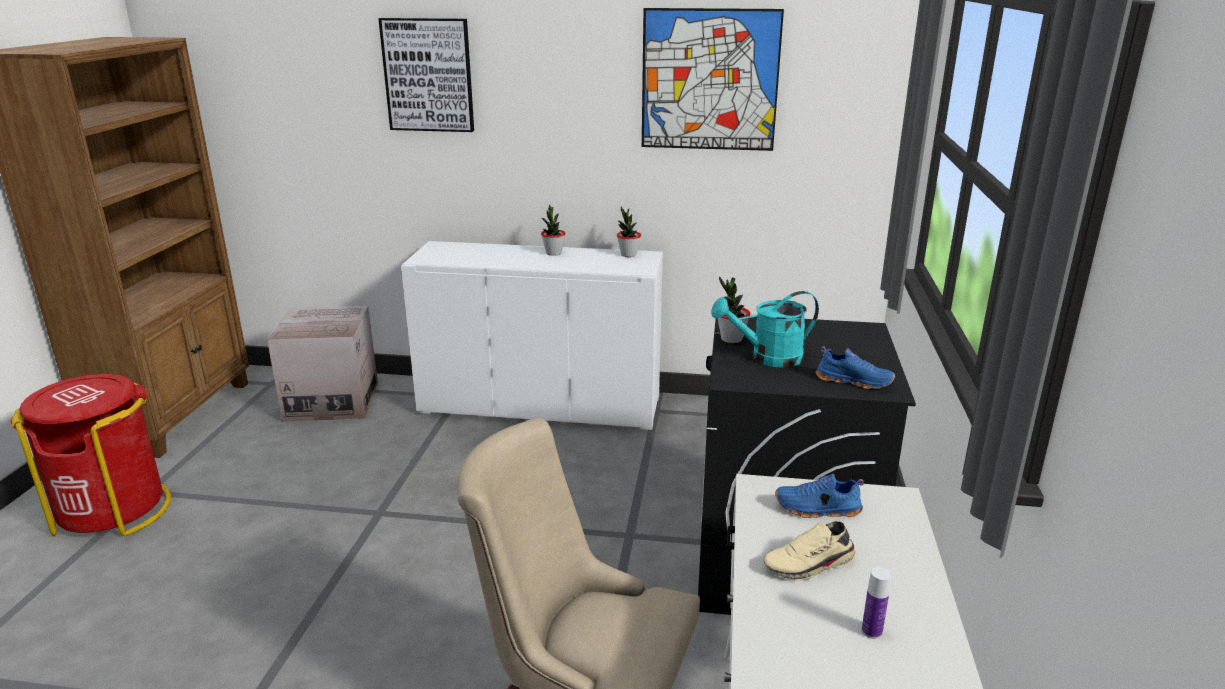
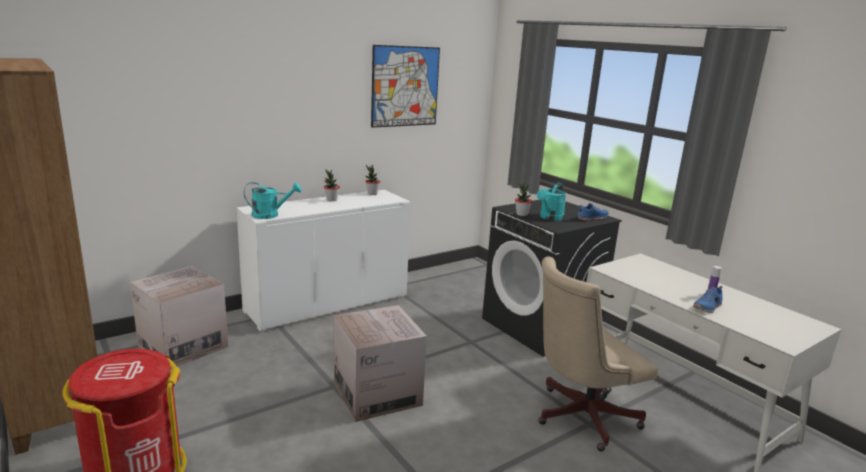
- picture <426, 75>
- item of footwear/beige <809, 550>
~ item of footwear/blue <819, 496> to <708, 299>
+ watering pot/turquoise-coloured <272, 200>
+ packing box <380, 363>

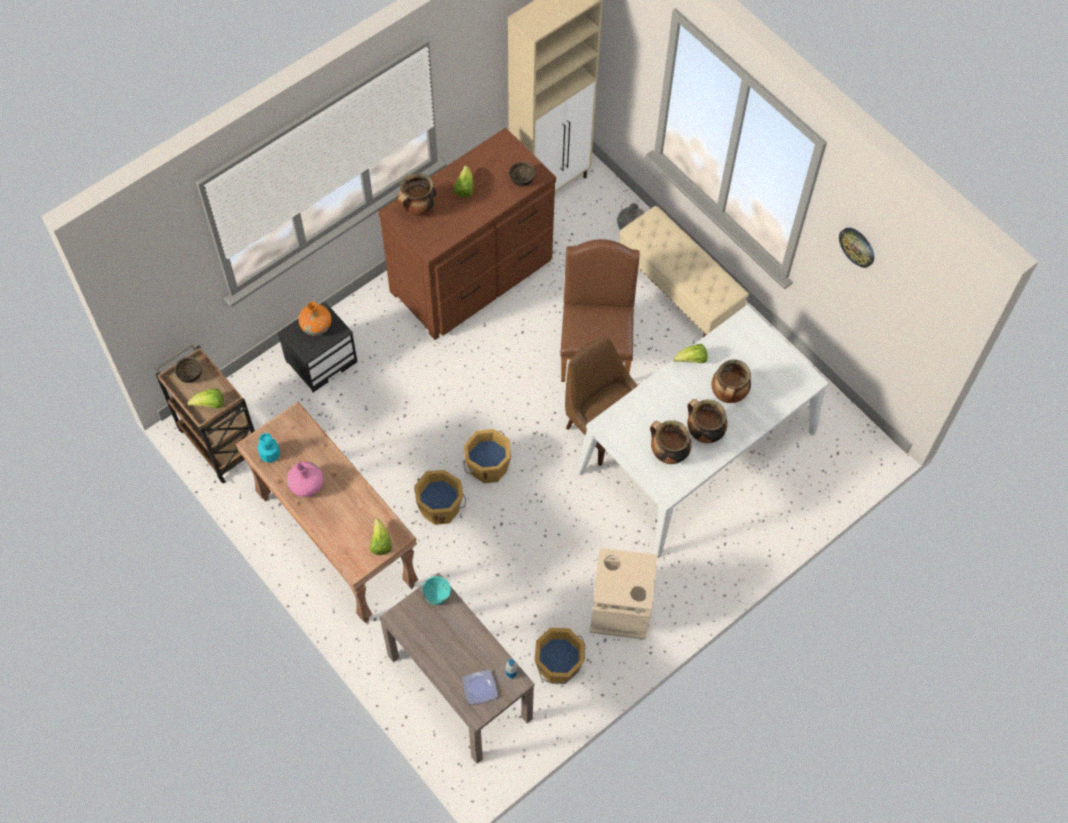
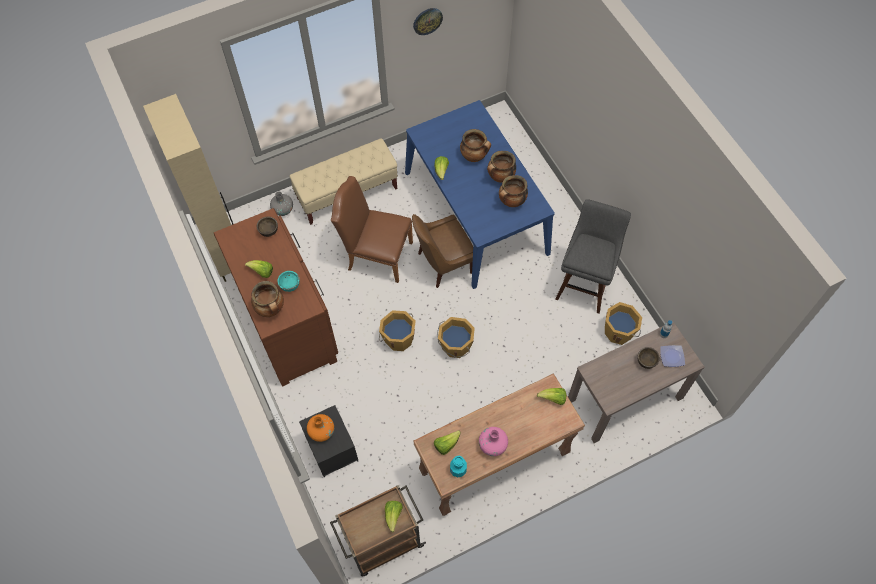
~ bowl/brown-coloured <188, 370> to <649, 358>
~ water bucket/orangey <440, 497> to <397, 330>
~ bowl/turquoise-coloured <436, 590> to <289, 281>
~ dinner table/white <702, 432> to dinner table/blue <480, 194>
~ trash can/beige <623, 594> to stool seat/grey <593, 256>
+ lettuce <447, 442>

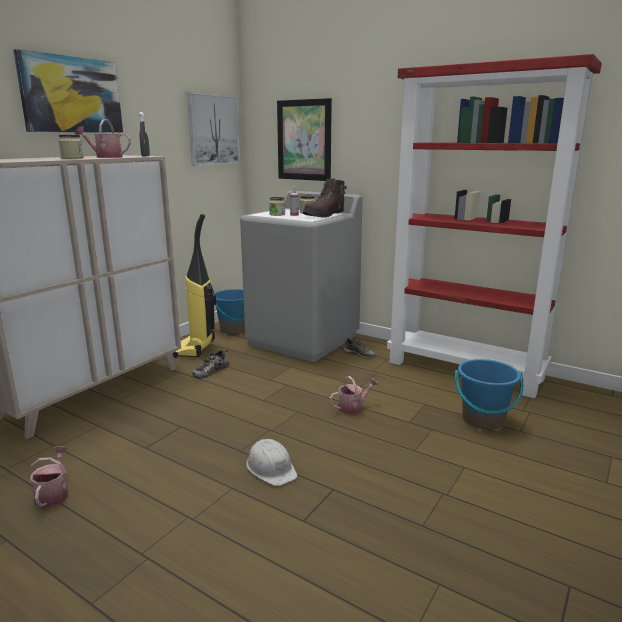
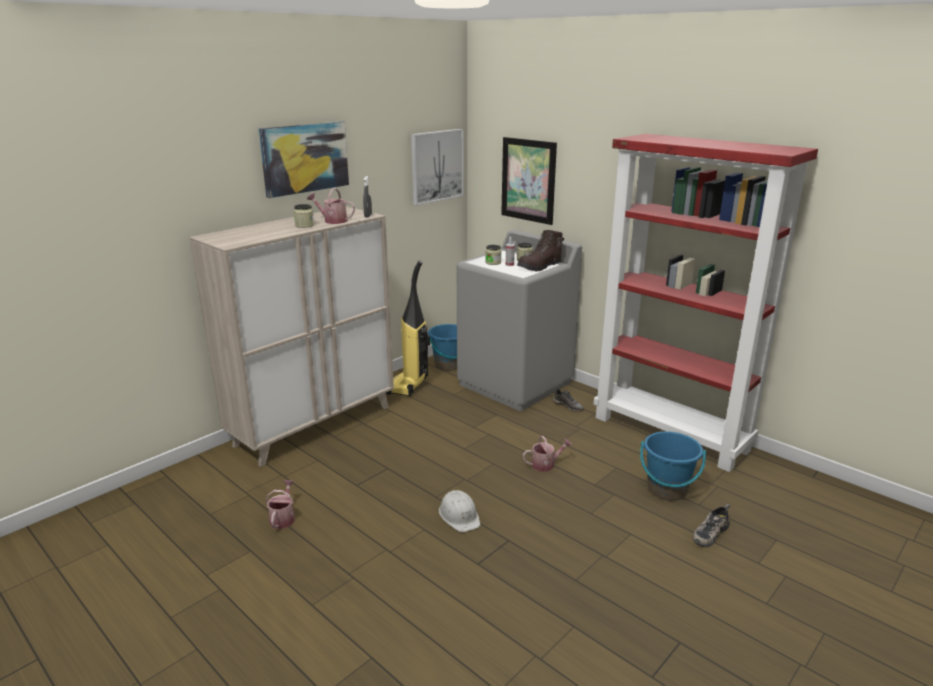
~ item of footwear <210, 363> to <711, 525>

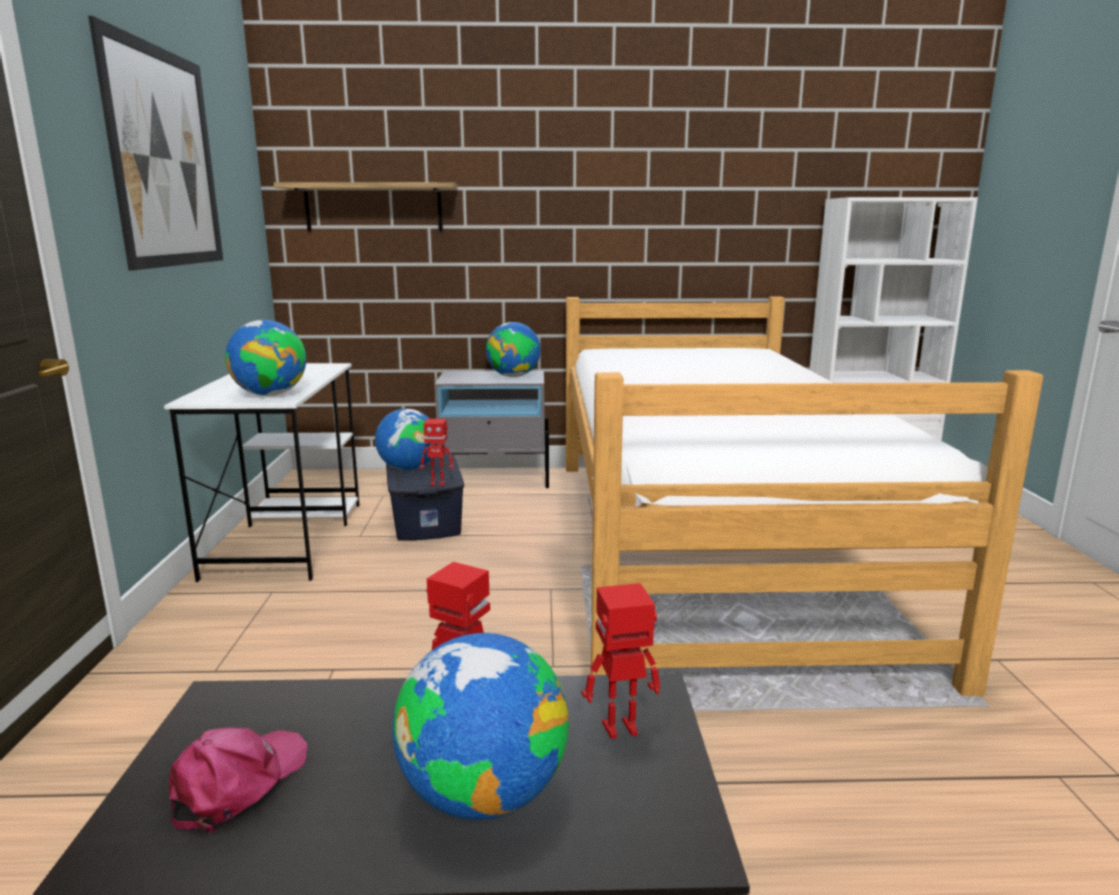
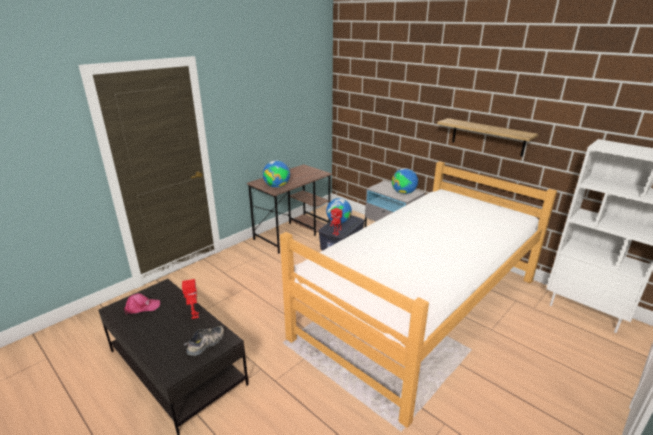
- picture <155, 143>
~ desk/white <262, 472> to desk/brown-coloured <289, 209>
~ shelf <366, 206> to <487, 137>
- world globe <480, 726>
~ robot figure <621, 661> to item of footwear <204, 341>

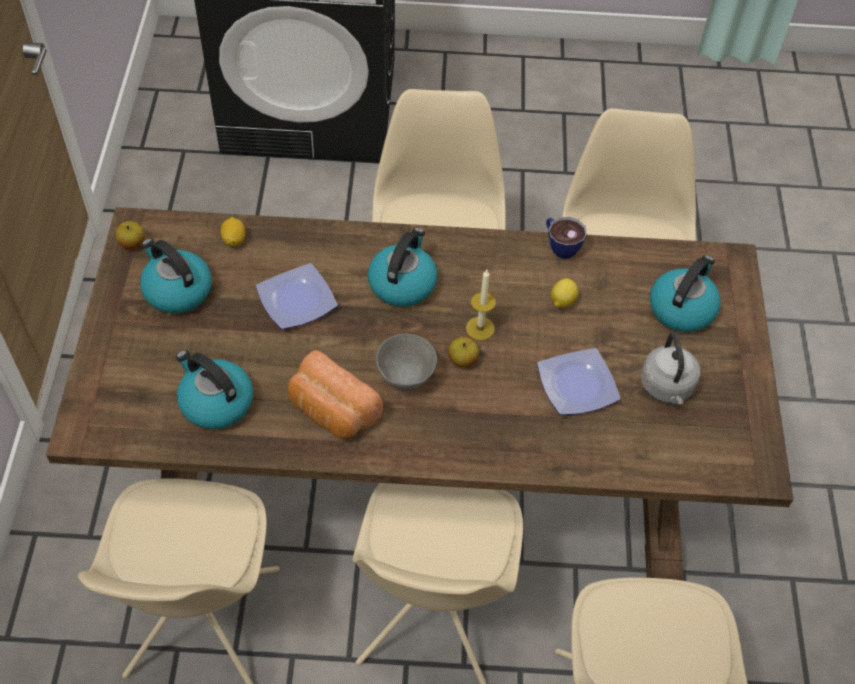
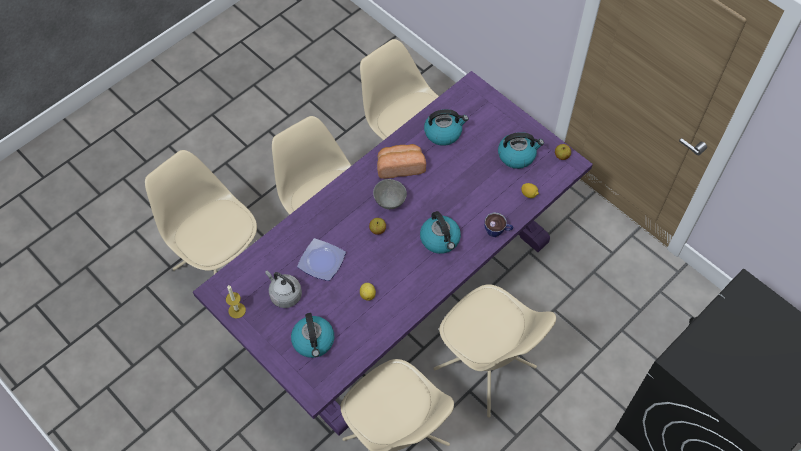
~ dinner table/brown-coloured <419, 393> to dinner table/purple-coloured <393, 253>
- flat dish <297, 296>
~ wax candle <481, 305> to <236, 302>
~ cup <566, 238> to <498, 224>

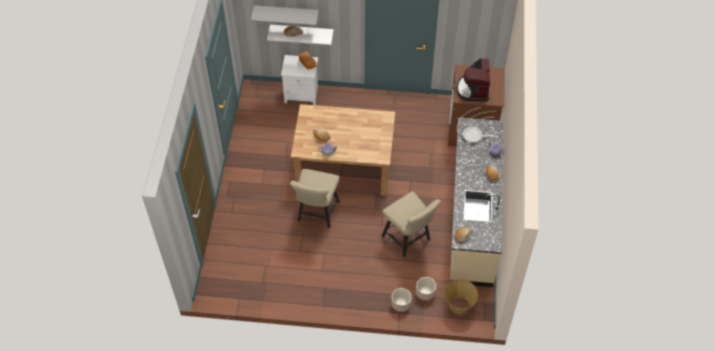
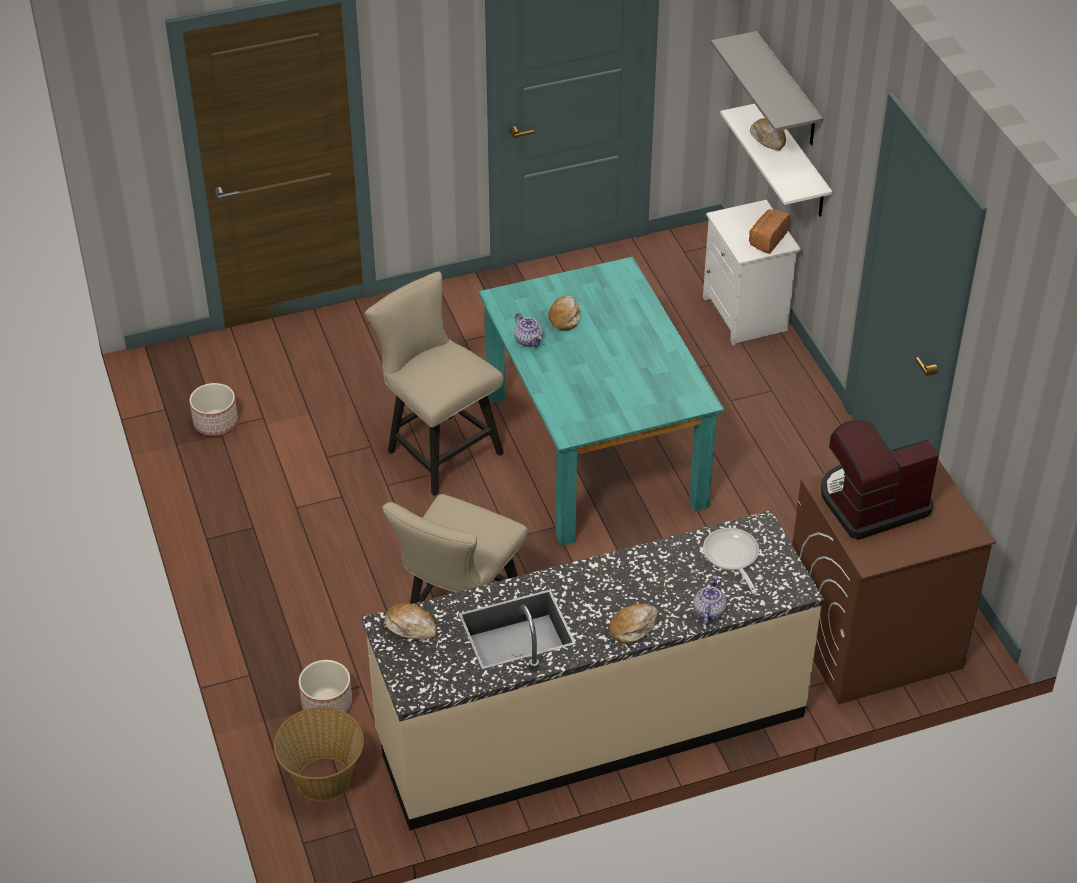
~ plain chair/beige <315, 198> = <434, 383> 60 degrees clockwise
~ dinner table/brown-coloured <343, 150> to dinner table/turquoise-coloured <601, 401>
~ plant pot <401, 300> to <213, 409>

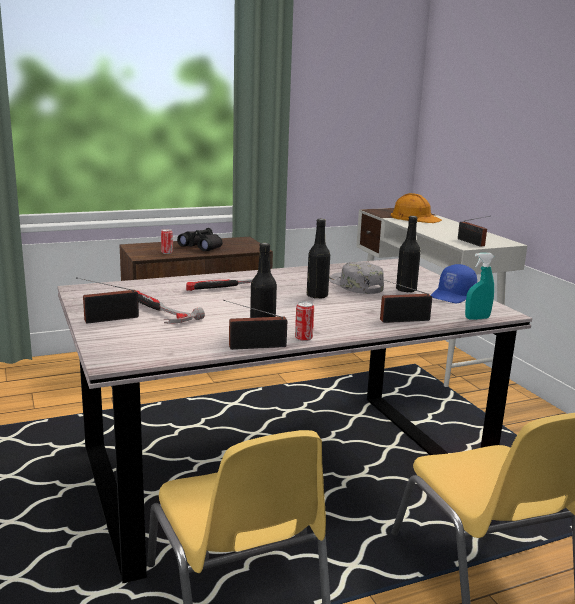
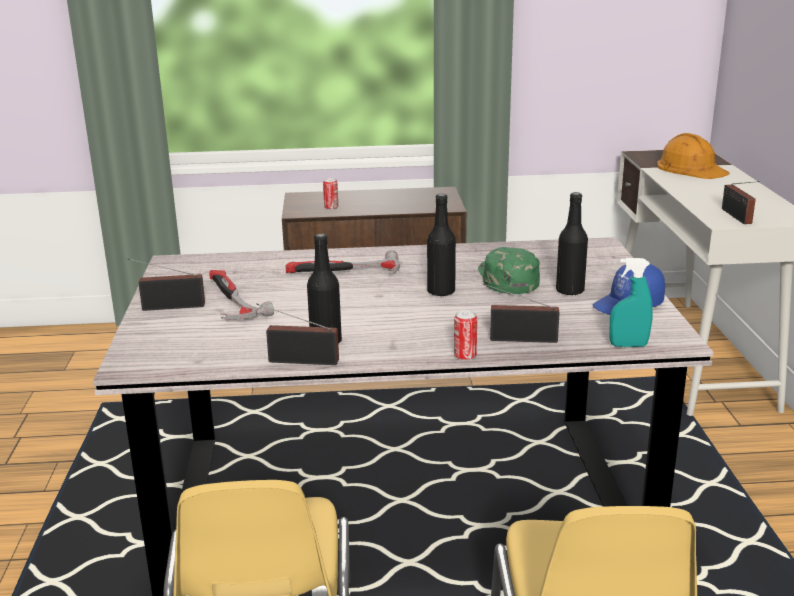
- field glasses/black-coloured <199, 239>
~ metal can <304, 321> to <465, 335>
~ baseball cap/grey <356, 278> to baseball cap/green <509, 270>

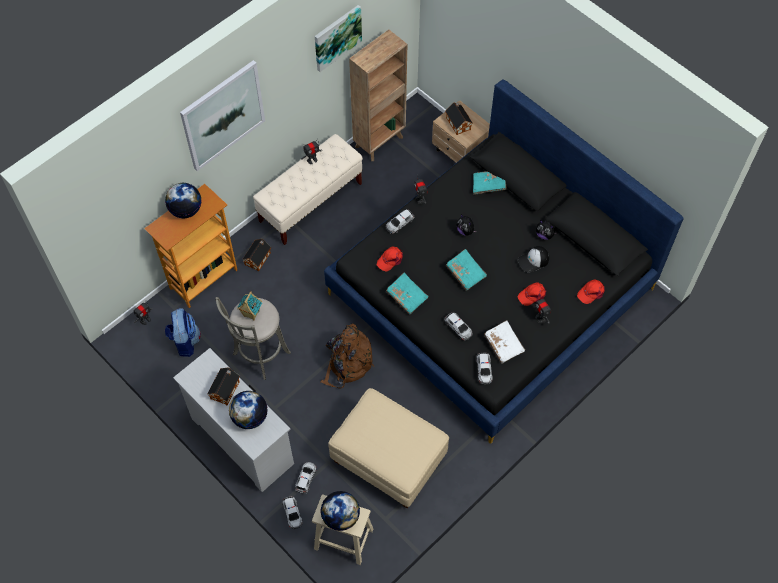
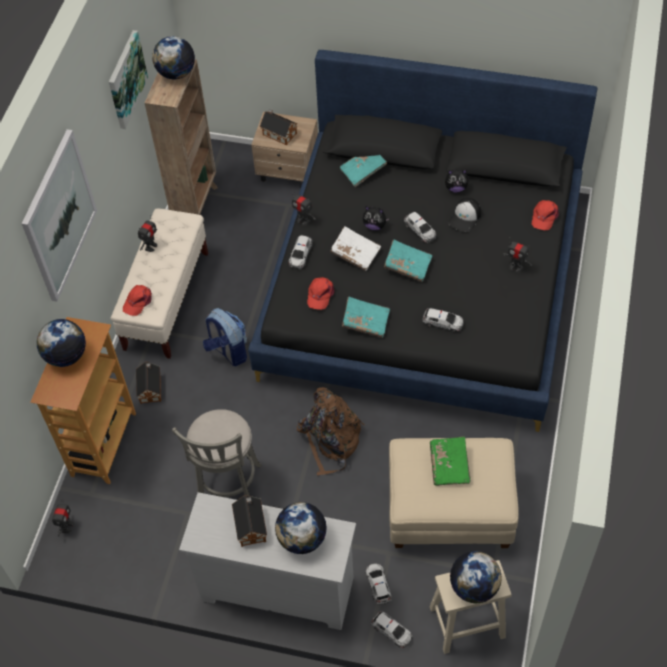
~ rucksack <183, 332> to <225, 337>
- miniature house <249, 305>
~ miniature car <484, 369> to <420, 227>
~ book/white <504, 342> to <355, 248>
~ baseball cap/red <531, 294> to <137, 300>
+ world globe <173, 57>
+ book/green <450, 461>

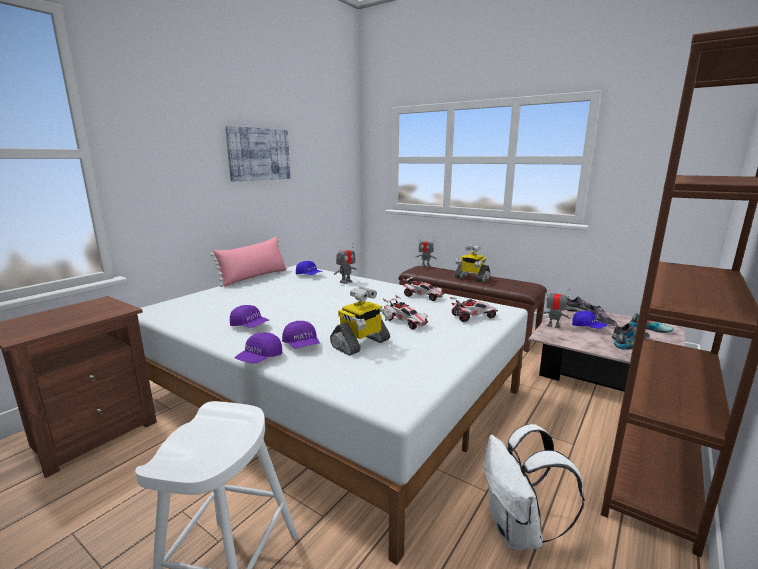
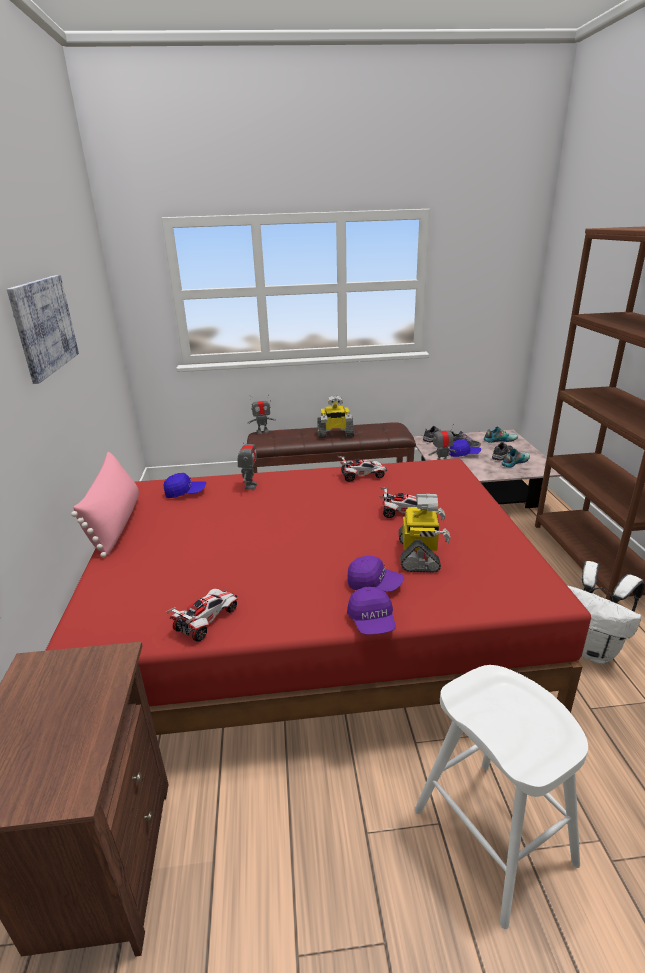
~ bed/white <332, 415> to bed/red <318, 596>
- baseball cap/purple-coloured <249, 316>
~ miniature car <474, 309> to <202, 615>

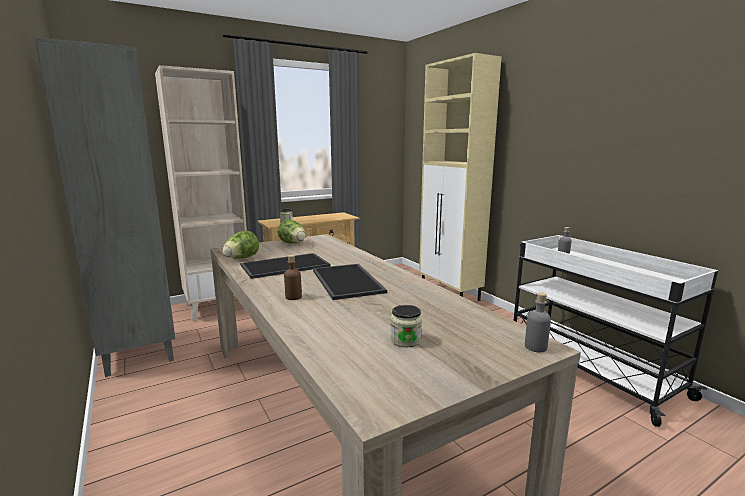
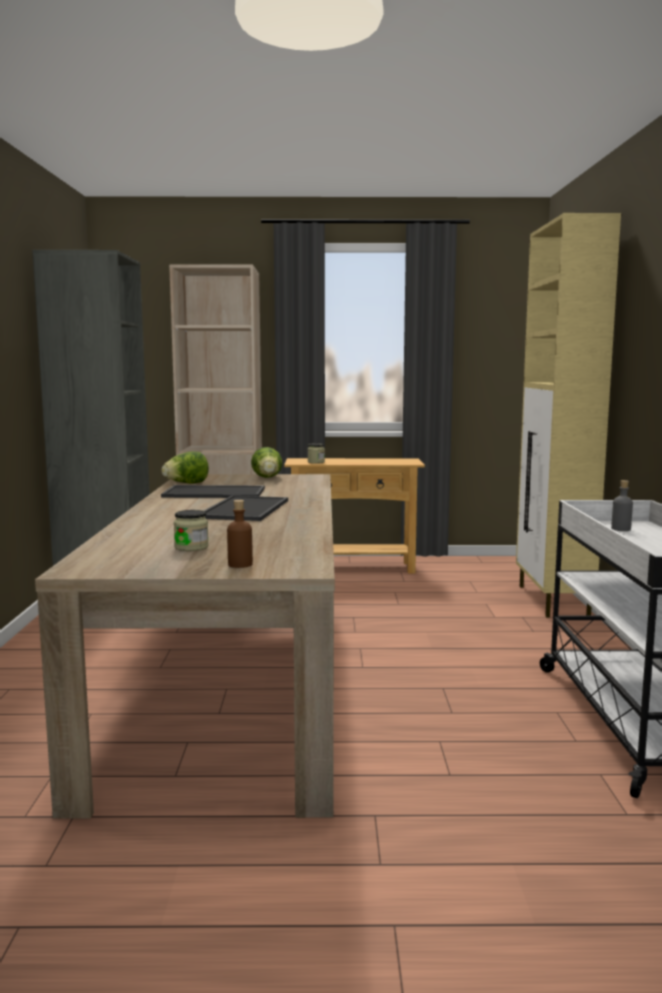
~ bottle/brown-coloured <293, 277> to <240, 534>
- bottle/grey <538, 322>

